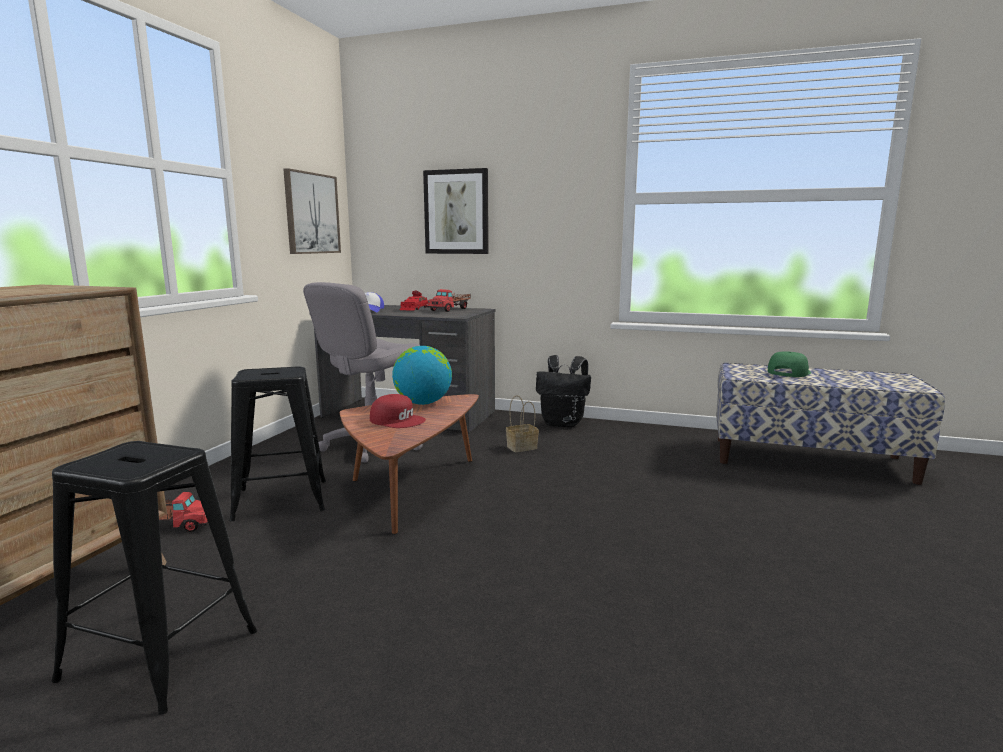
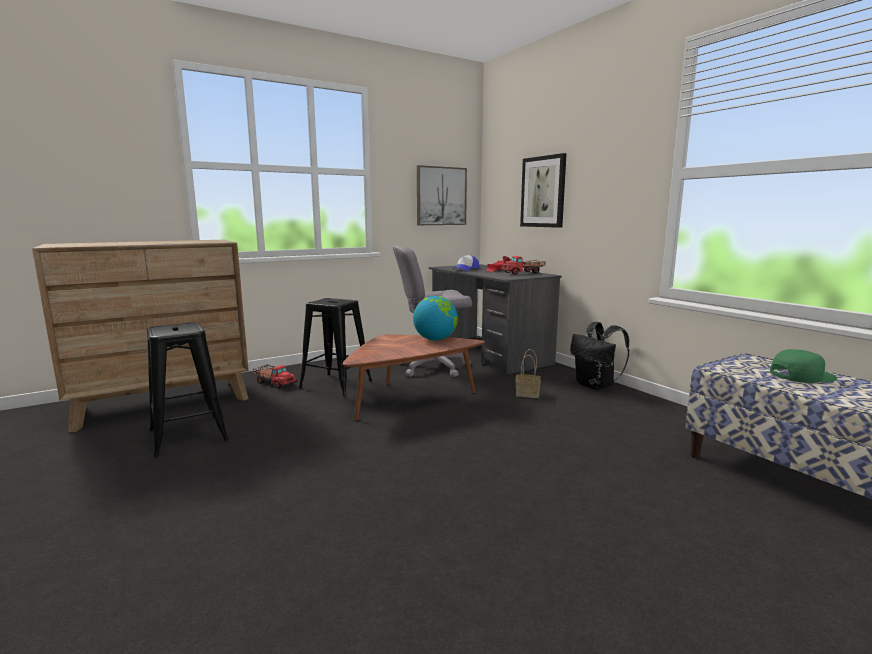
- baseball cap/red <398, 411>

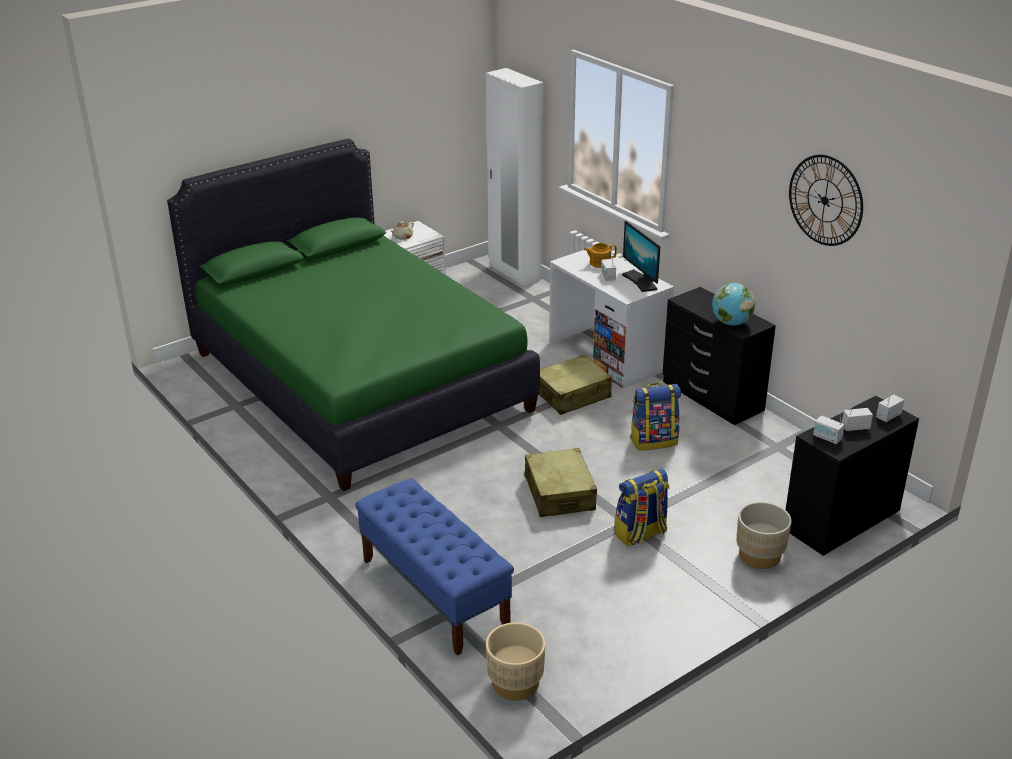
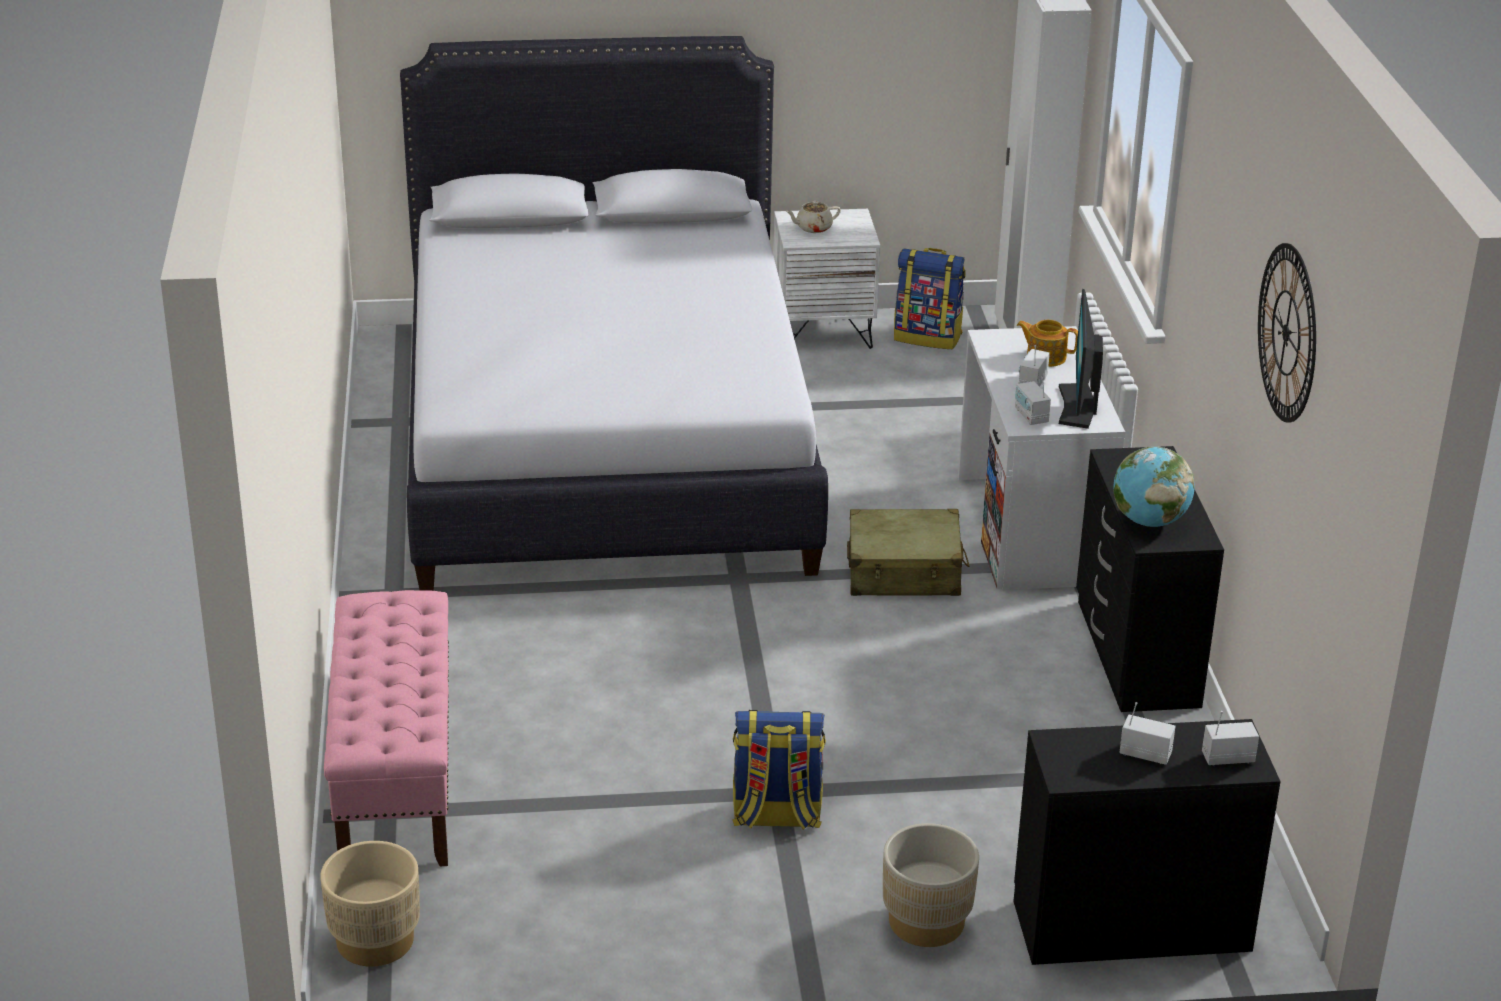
~ bed/green <353, 314> to bed/white <614, 313>
~ indoor bench/blue <434, 567> to indoor bench/pinkish <386, 728>
- piece of luggage/beige <561, 482>
~ rucksack <655, 417> to <930, 298>
~ radio set <829, 428> to <1033, 401>

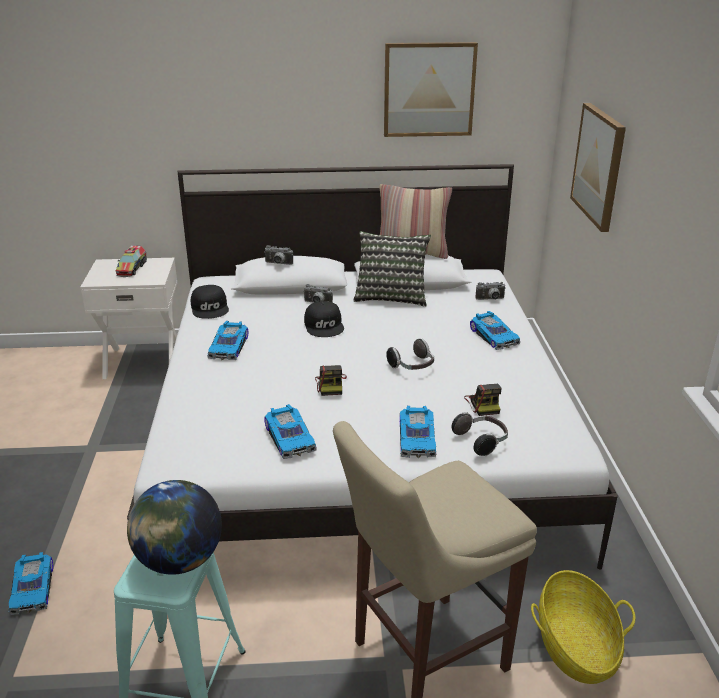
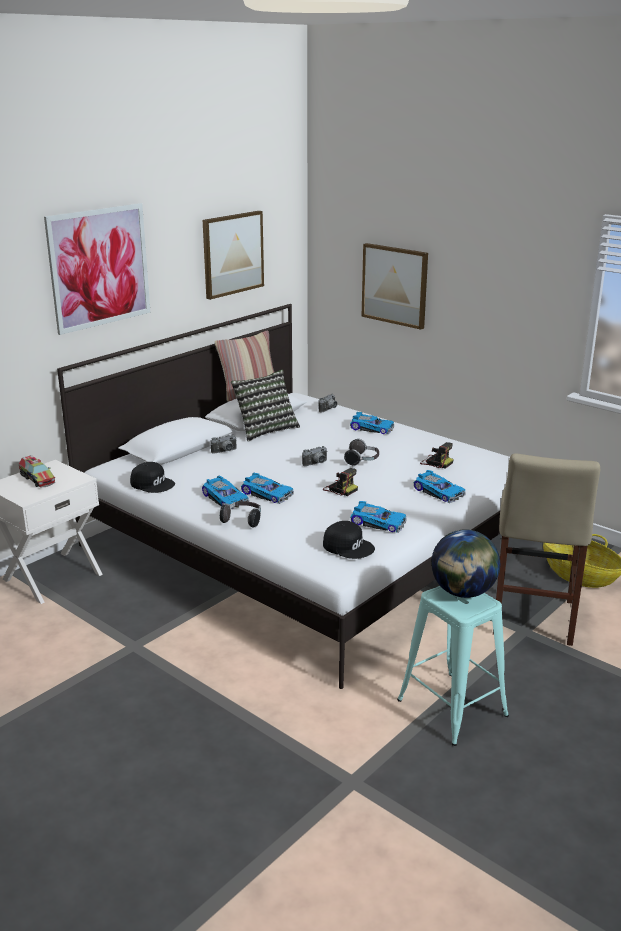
~ miniature car <31, 583> to <267, 488>
~ still camera <278, 255> to <315, 456>
~ baseball cap/black-coloured <324, 319> to <349, 540>
~ headphones <480, 434> to <240, 514>
+ picture <97, 269>

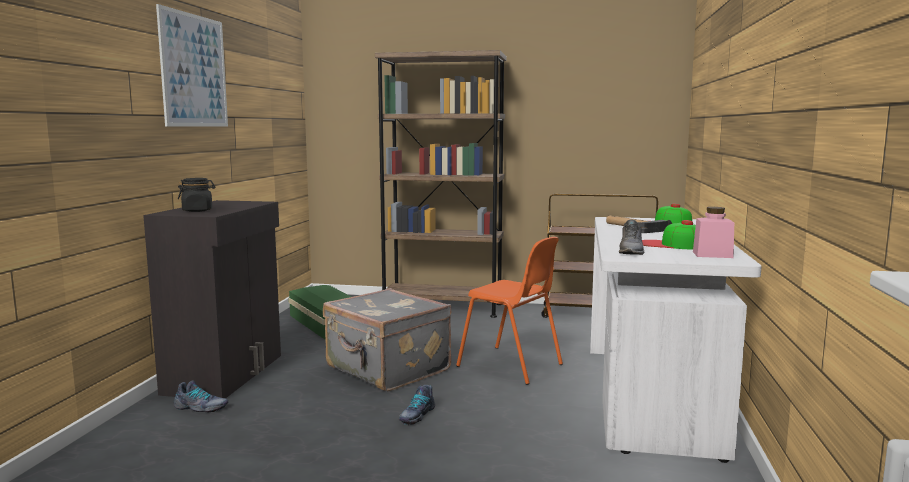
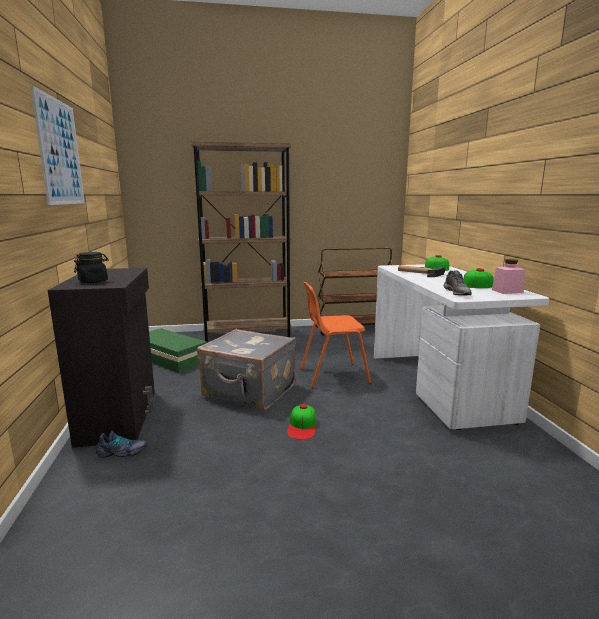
~ item of footwear <417, 405> to baseball cap <302, 422>
~ plain chair/orangey <509, 311> = <335, 335> 150 degrees clockwise

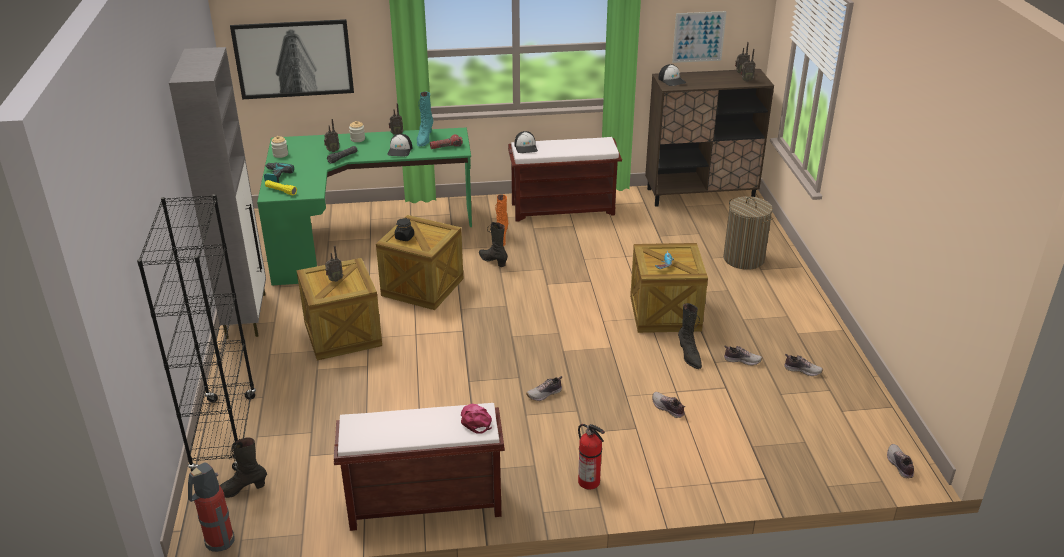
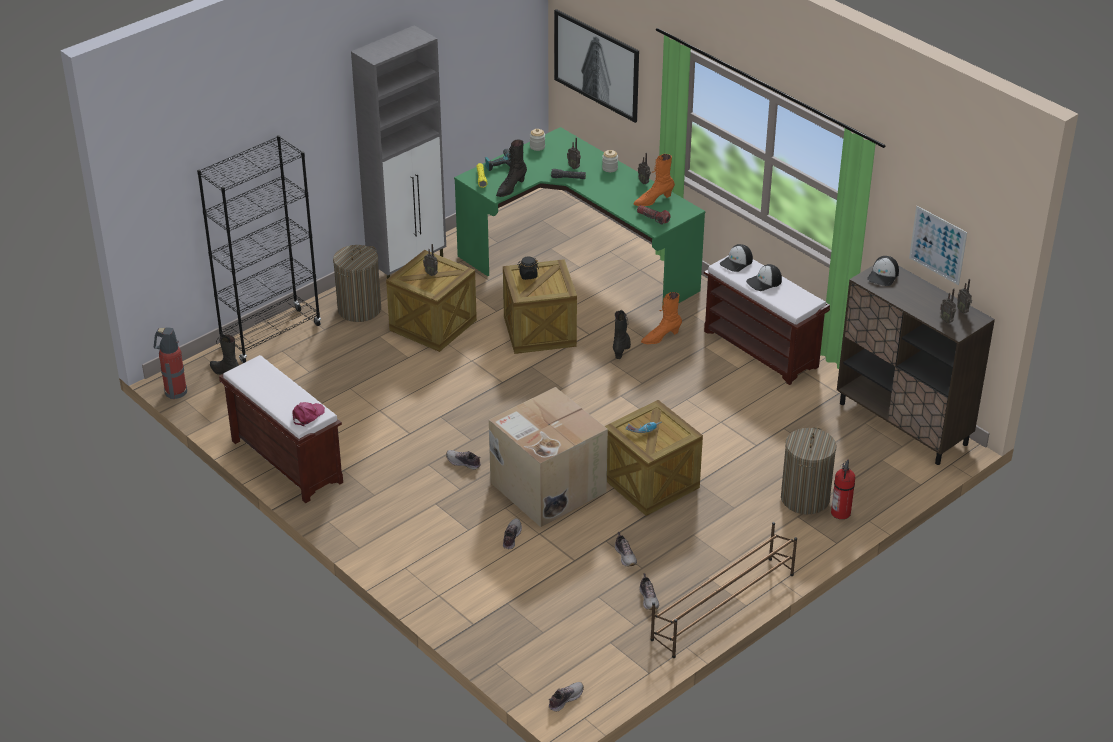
~ baseball cap <399, 145> to <764, 277>
~ boot/turquoise-coloured <425, 119> to boot/orangey <654, 180>
~ fire-fighting cylinder <591, 457> to <843, 489>
~ boot/black-coloured <690, 336> to <511, 168>
+ hamper <357, 283>
+ packing box <548, 457>
+ shoe rack/brown-coloured <723, 590>

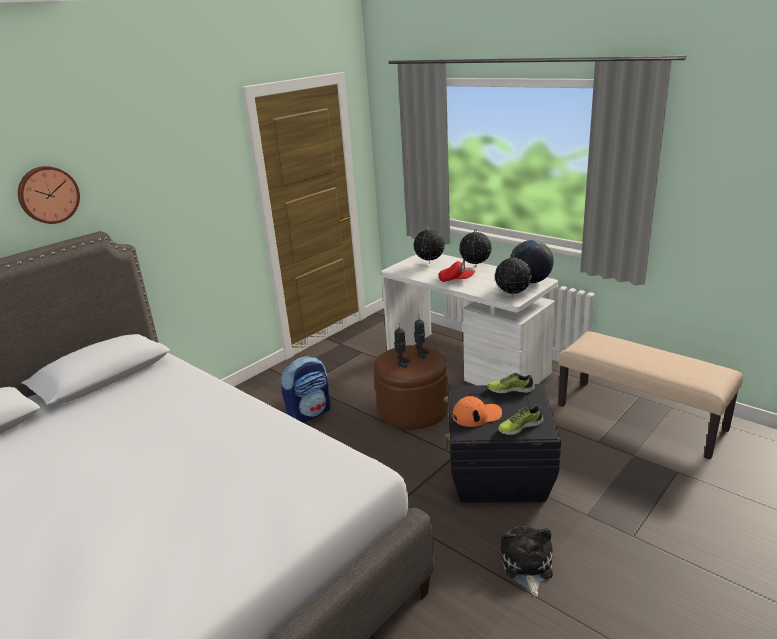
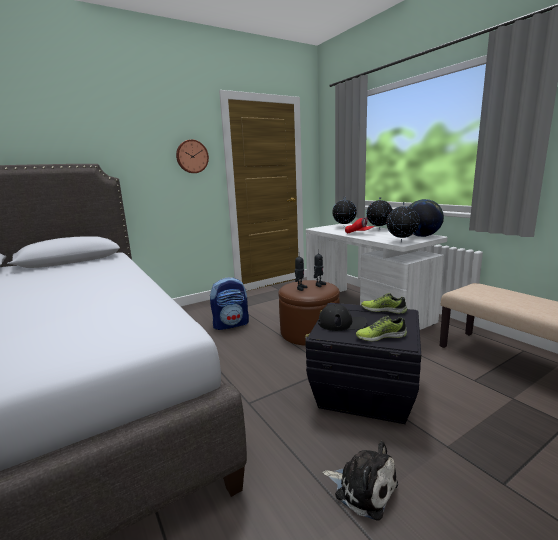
~ clock on the wall <49, 195> to <192, 156>
~ baseball cap/orangey <477, 411> to baseball cap/black-coloured <342, 317>
~ soft toy <527, 561> = <360, 480> 105 degrees clockwise

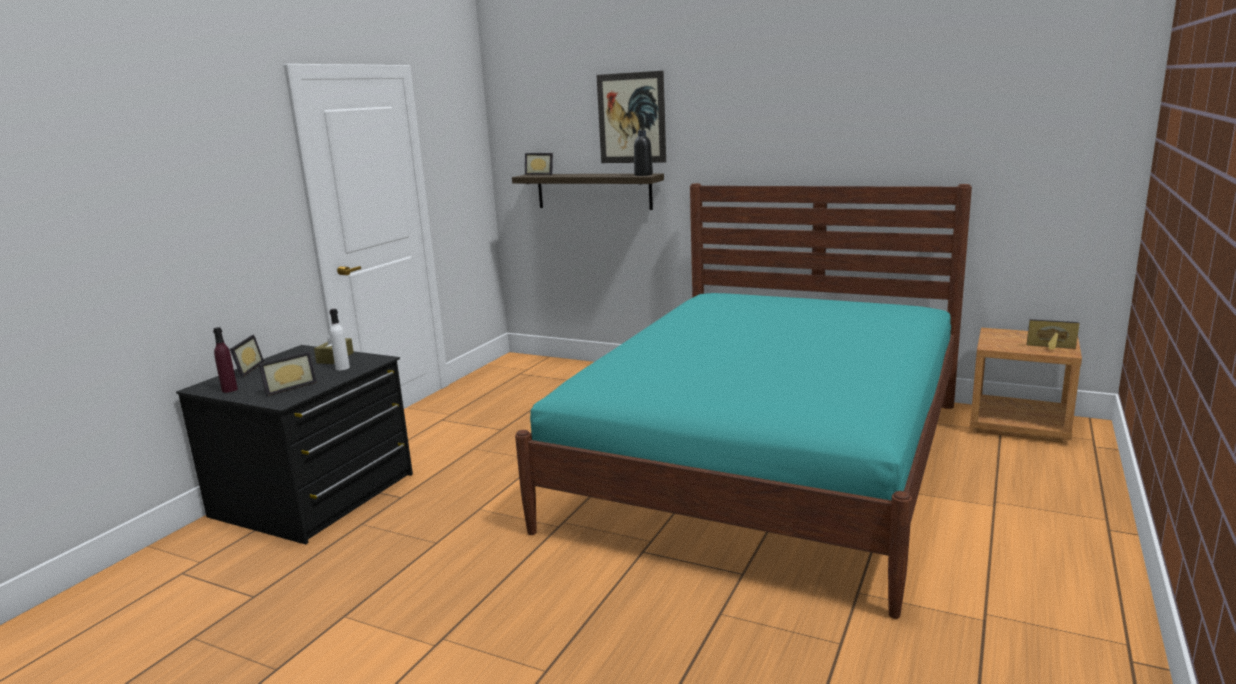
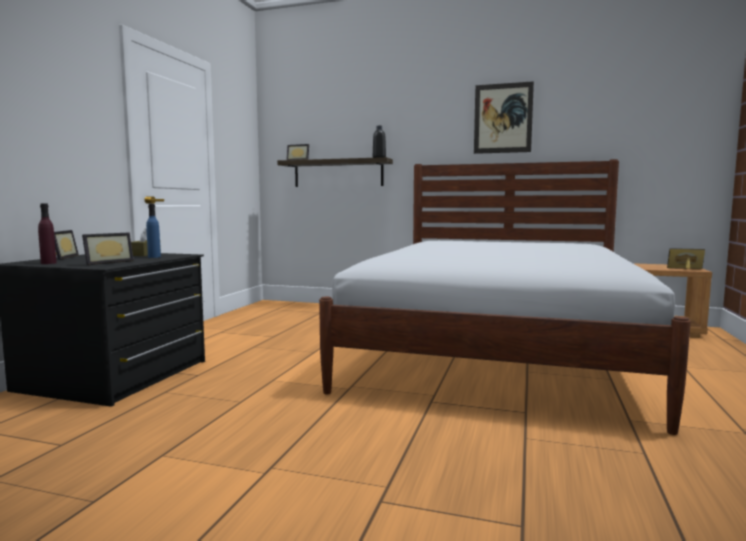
~ bottle/white <340, 339> to bottle/blue <153, 231>
~ bed/turquoise-coloured <743, 401> to bed/white <505, 297>
~ picture <631, 117> to <504, 117>

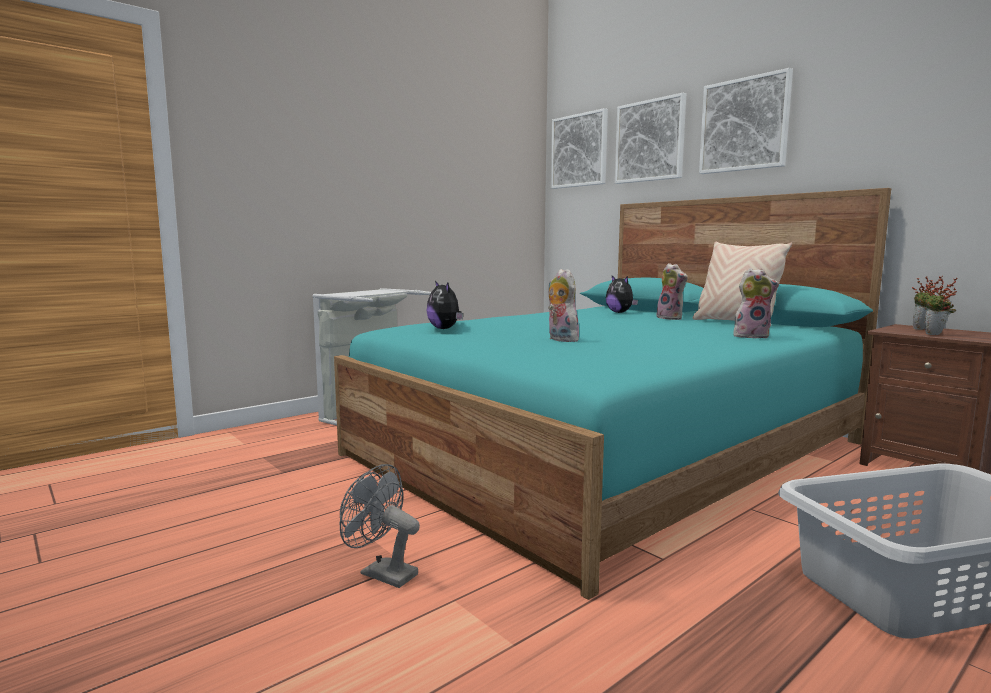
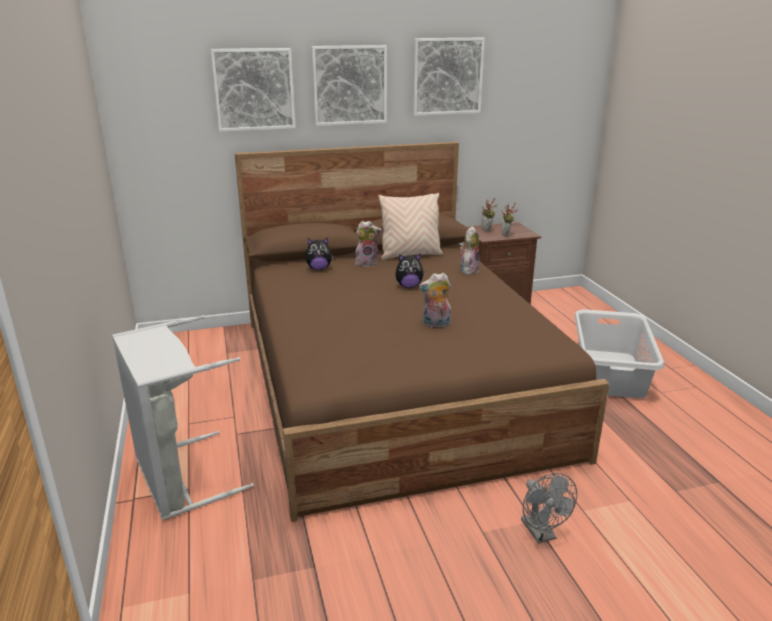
~ bed/turquoise-coloured <612, 394> to bed/brown-coloured <422, 332>
~ electric fan/grey <380, 526> = <549, 508> 75 degrees counterclockwise
~ soft toy <445, 305> to <409, 271>
~ picture <579, 148> to <449, 77>

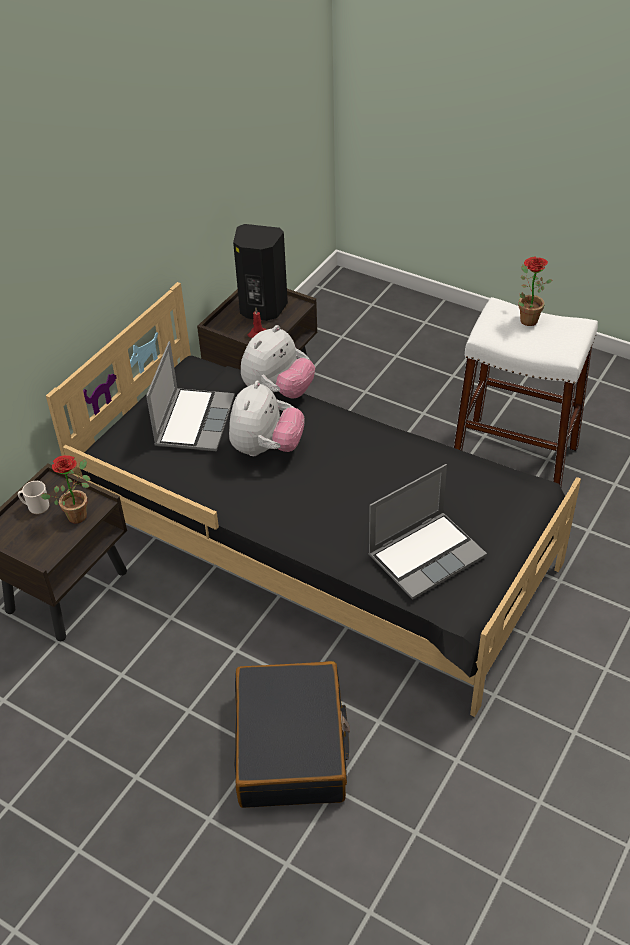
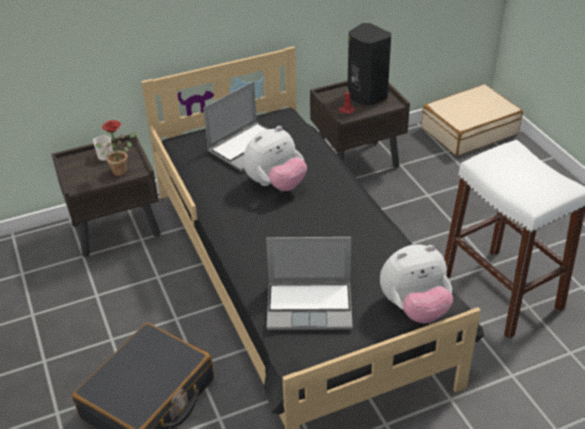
~ soft toy <278, 361> to <416, 284>
- houseplant <535, 291>
+ piece of luggage/beige <472, 120>

